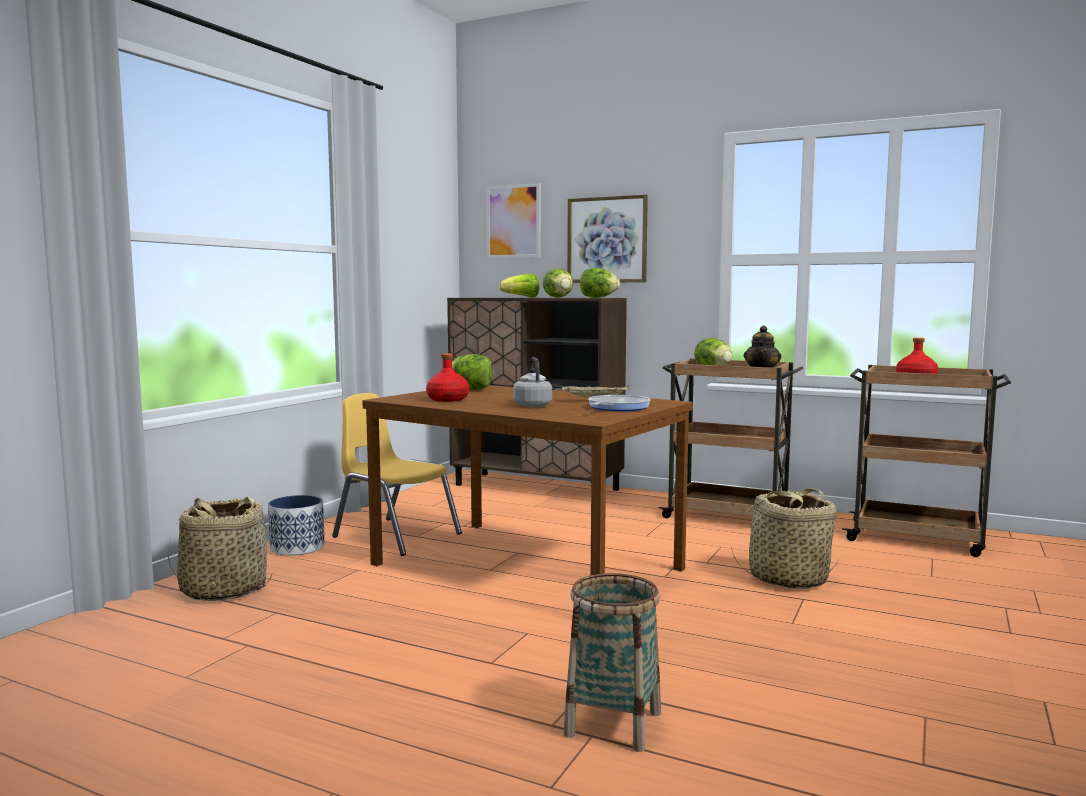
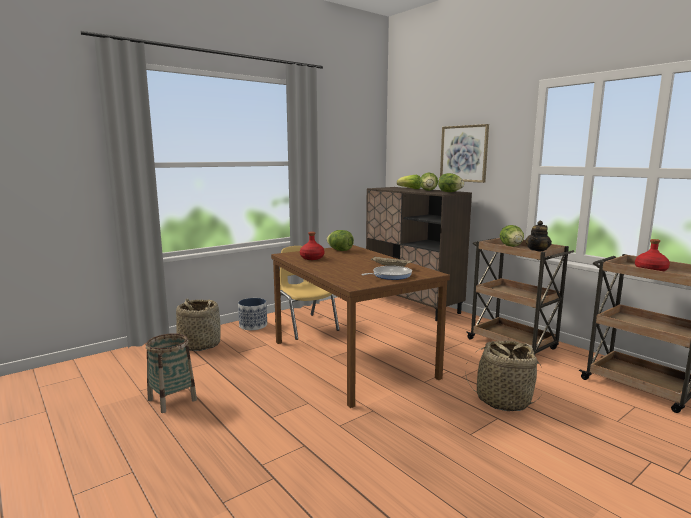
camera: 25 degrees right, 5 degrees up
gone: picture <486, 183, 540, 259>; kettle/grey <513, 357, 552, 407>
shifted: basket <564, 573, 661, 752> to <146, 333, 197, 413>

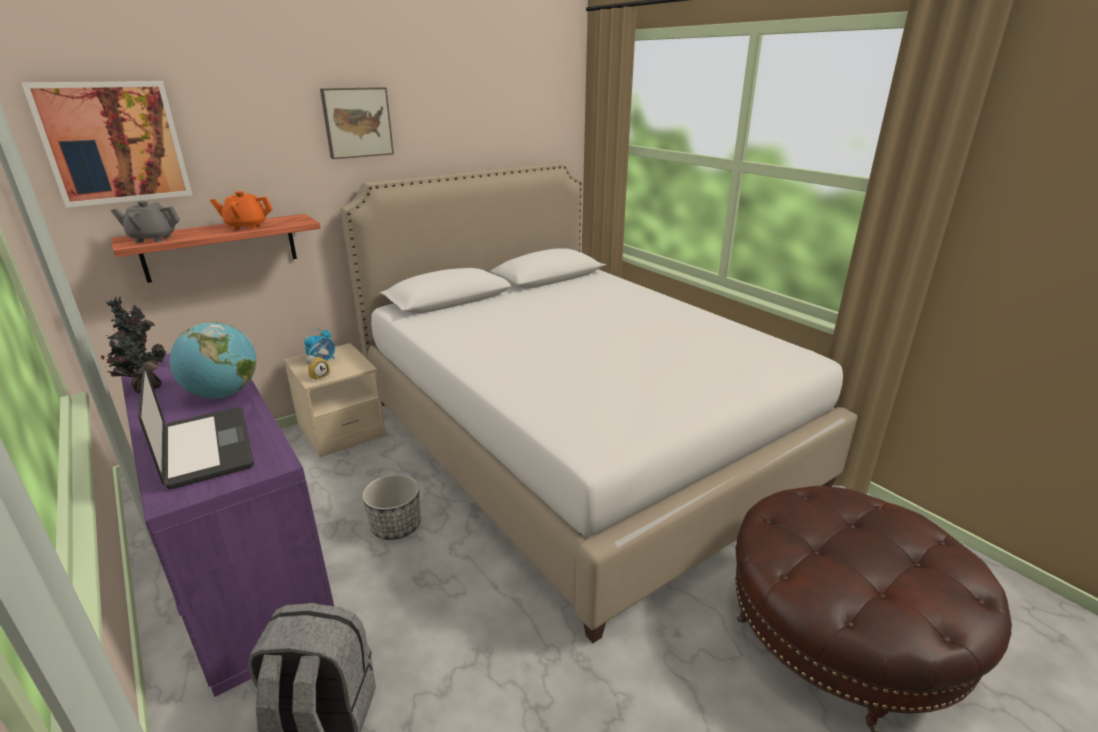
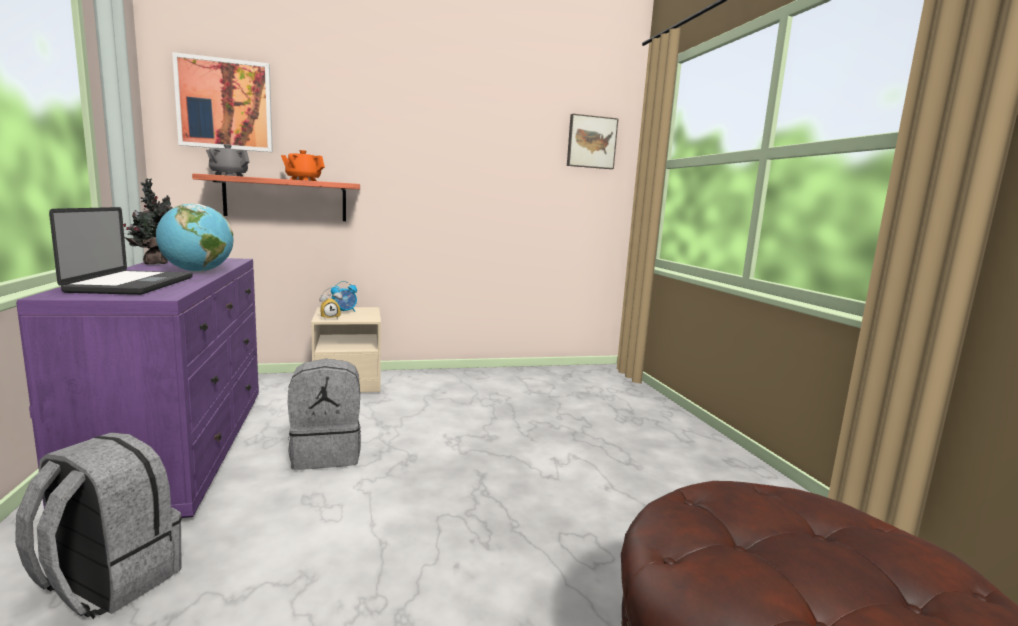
camera: 20 degrees right, 15 degrees down
gone: bed/white <340, 162, 857, 643>
shifted: picture <320, 87, 394, 159> to <567, 114, 618, 169>
swapped: planter <362, 474, 420, 540> to backpack/grey <288, 359, 361, 470>

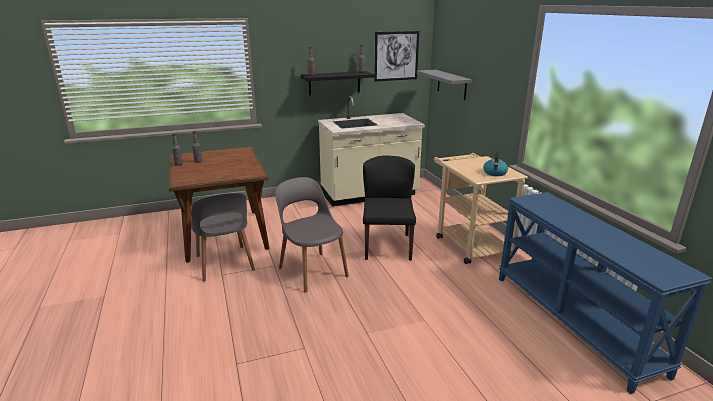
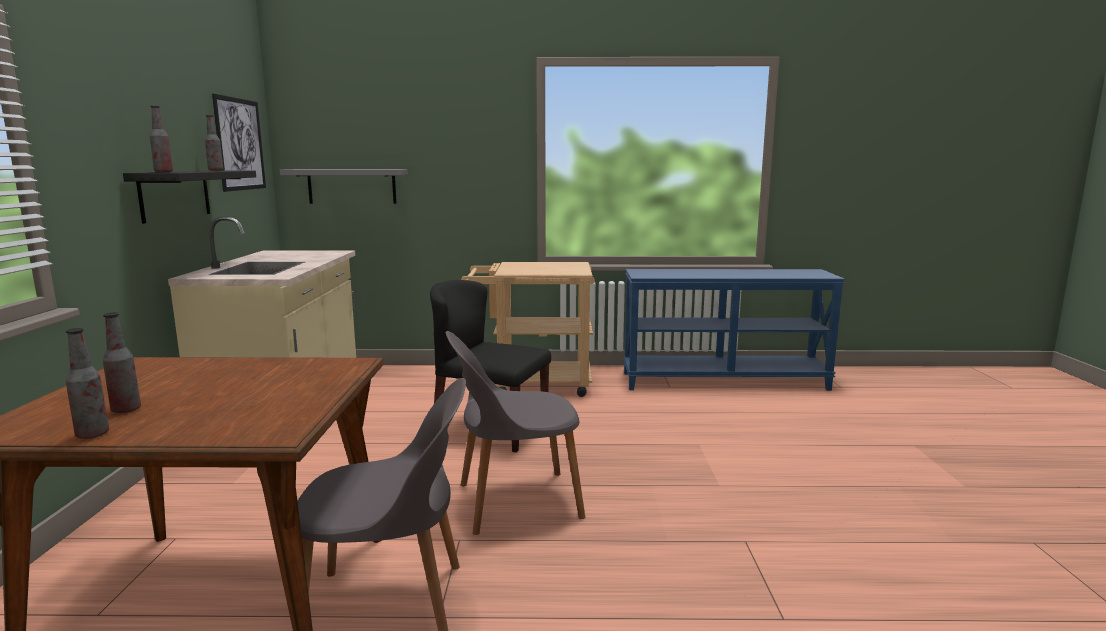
camera: 70 degrees left, 10 degrees down
gone: kettle <483, 151, 508, 176>

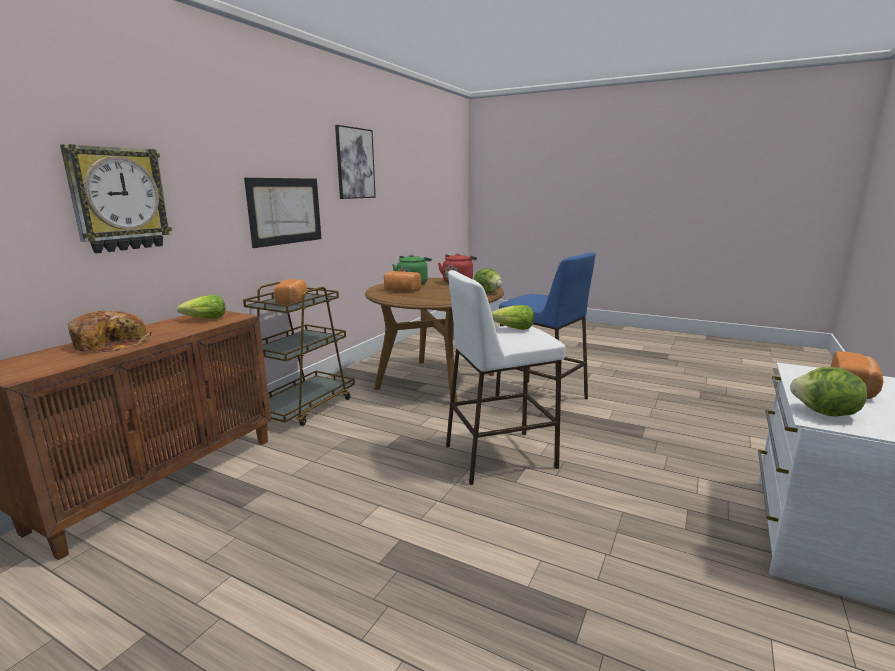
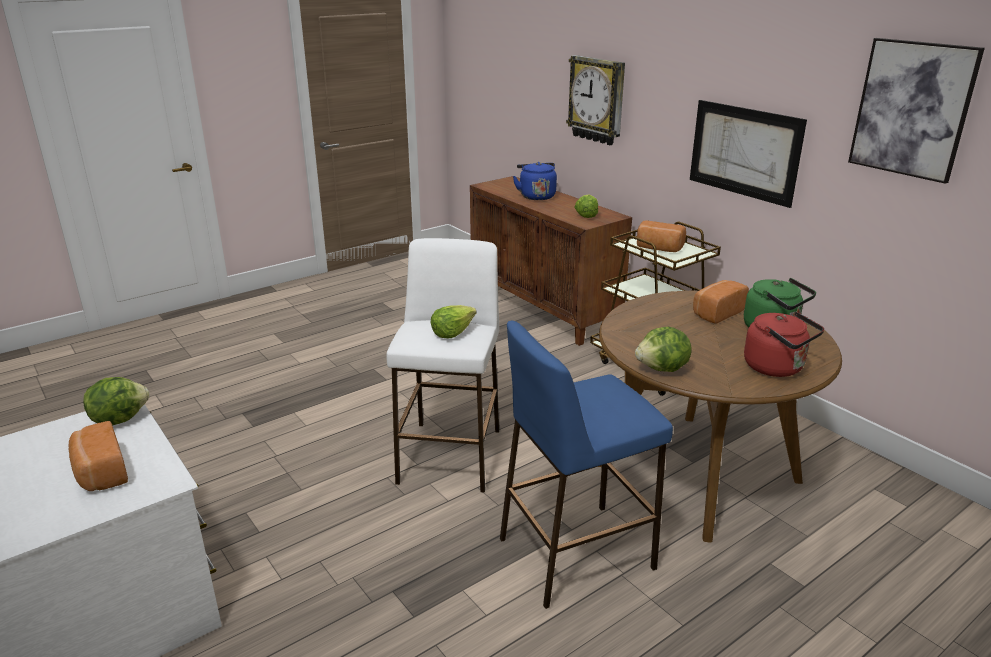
camera: 115 degrees right, 10 degrees up
swapped: bread <68, 310, 152, 352> to kettle/blue <513, 162, 557, 200>

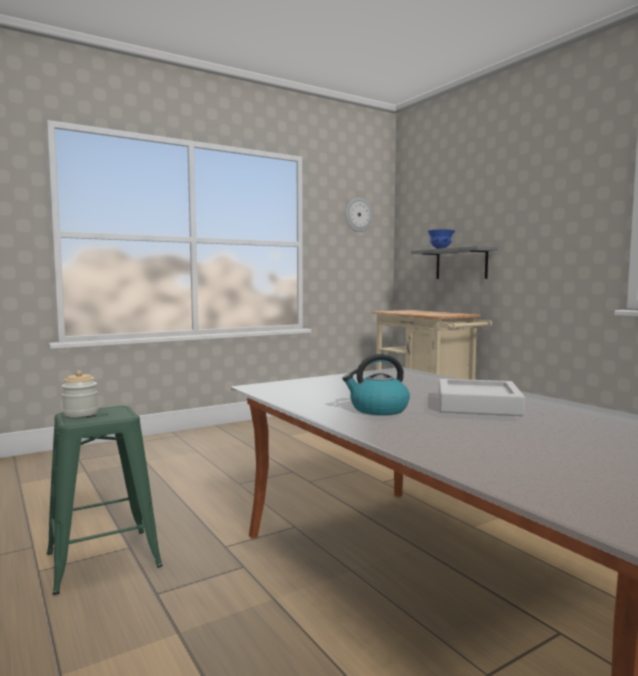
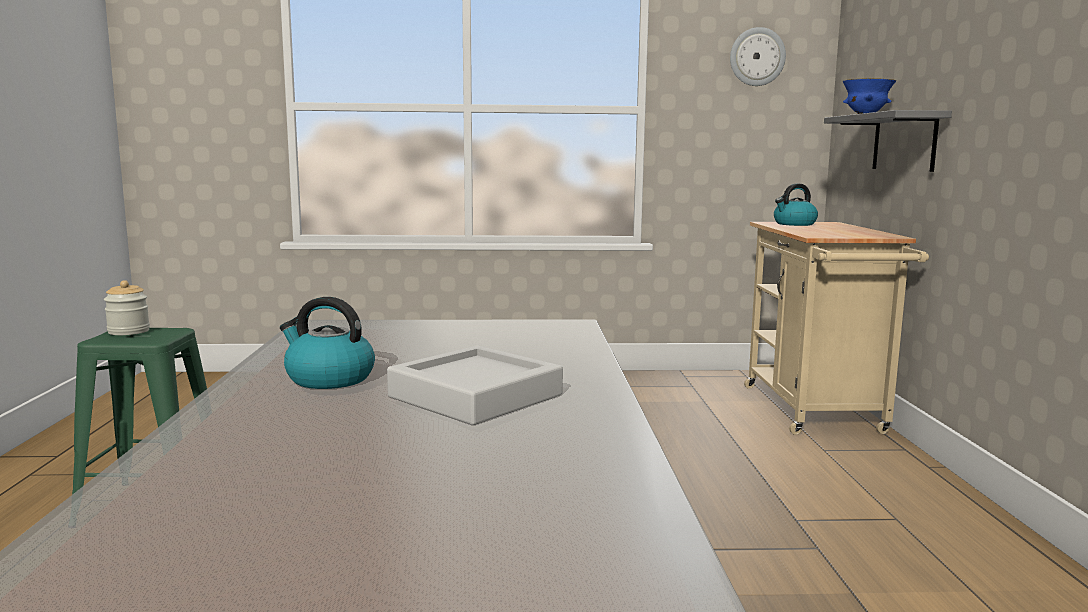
camera: 30 degrees right, 5 degrees up
new: kettle <774, 183, 818, 226>

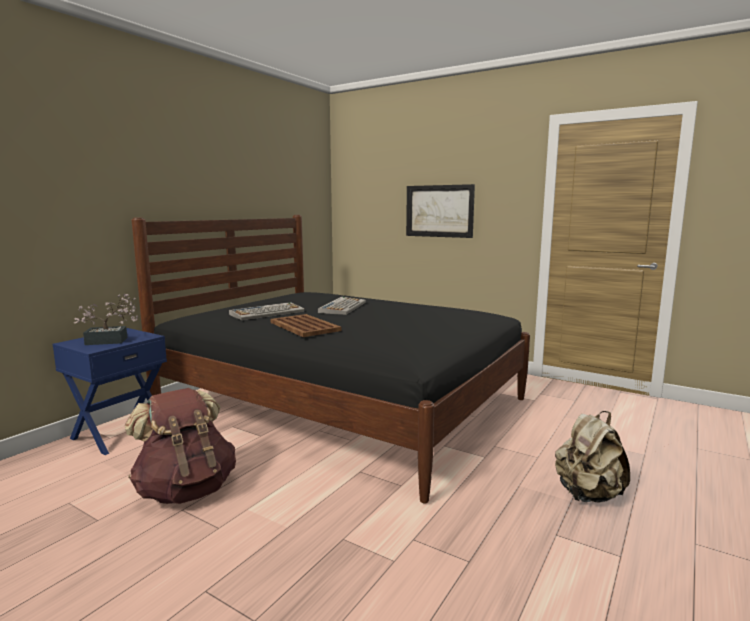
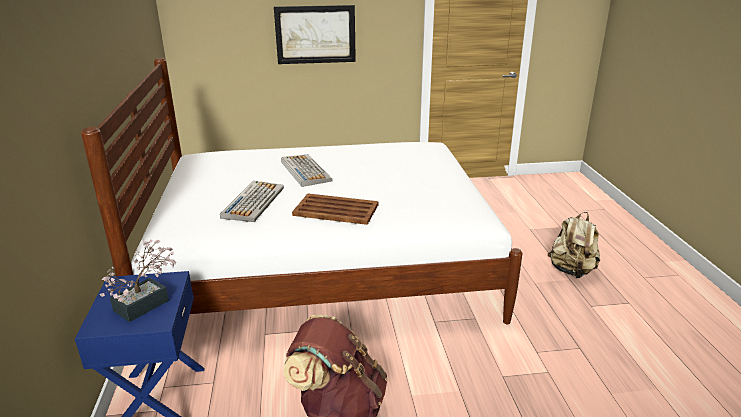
camera: 40 degrees left, 15 degrees up
repainted: bed/black <131, 215, 530, 504> to bed/white <81, 58, 523, 324>

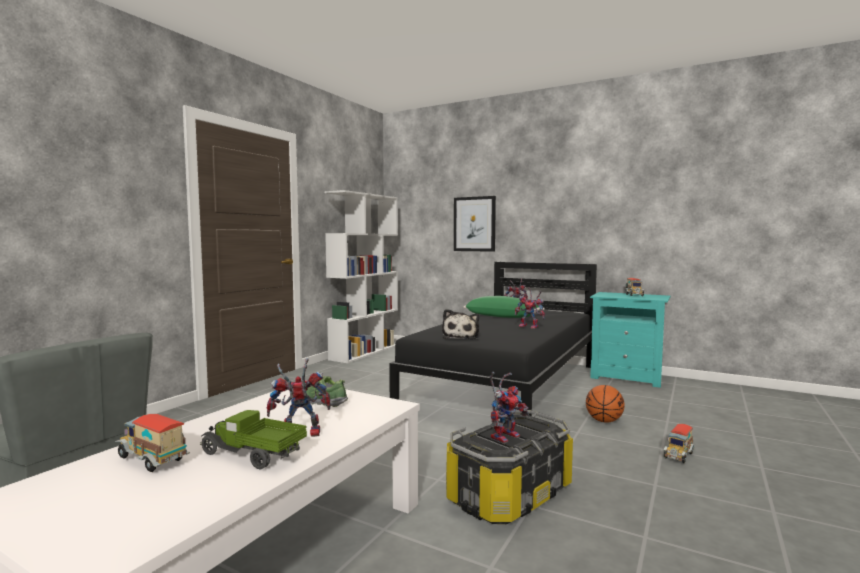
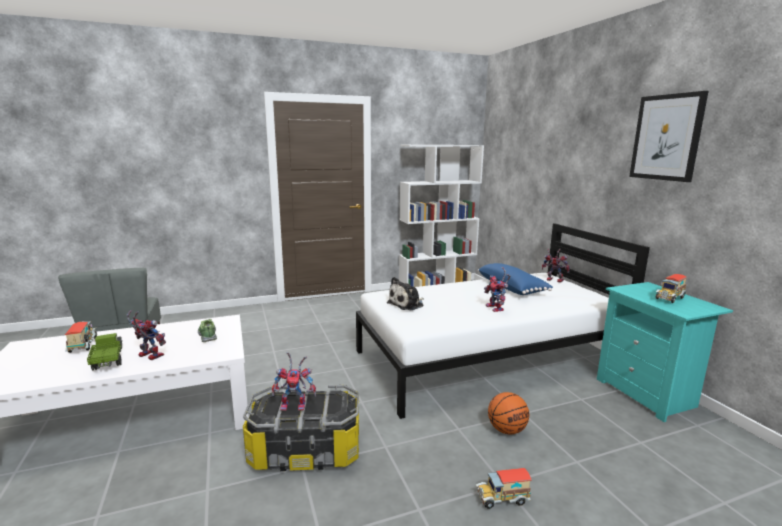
camera: 40 degrees right, 10 degrees up
shifted: picture <454, 196, 496, 252> to <629, 91, 709, 182>
repainted: bed/black <389, 262, 597, 416> to bed/white <356, 223, 650, 419>; pillow/green <464, 296, 545, 318> to pillow/blue <478, 263, 553, 295>

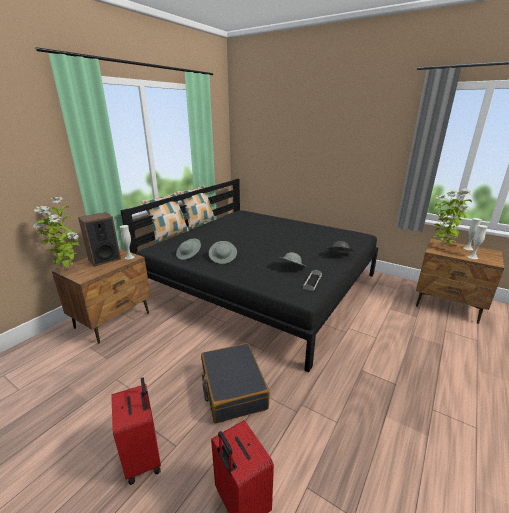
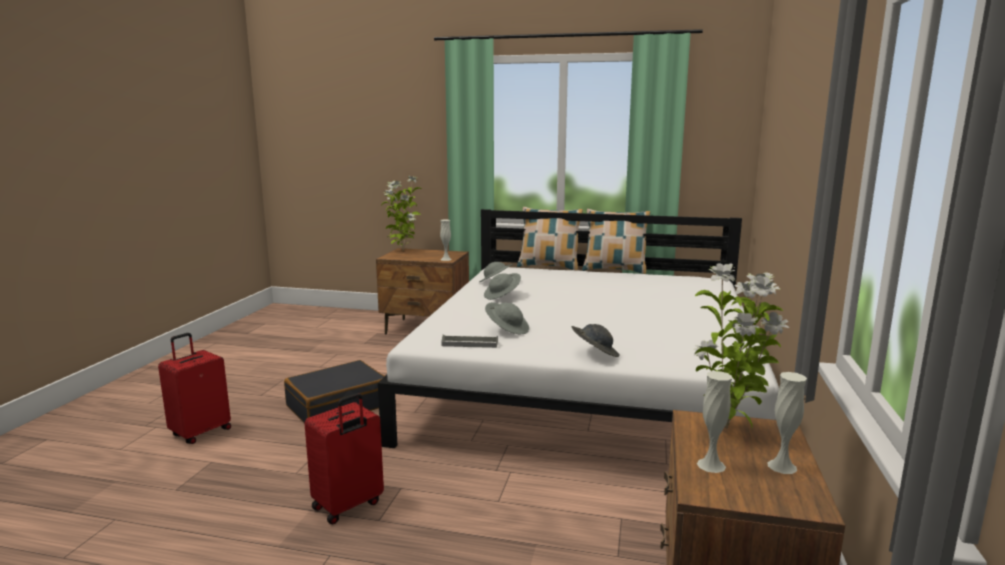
camera: 70 degrees right, 10 degrees down
gone: speaker <78, 212, 121, 266>
shifted: suitcase/red <111, 377, 161, 485> to <304, 393, 384, 524>
repainted: bed/black <120, 179, 378, 372> to bed/white <378, 209, 779, 448>

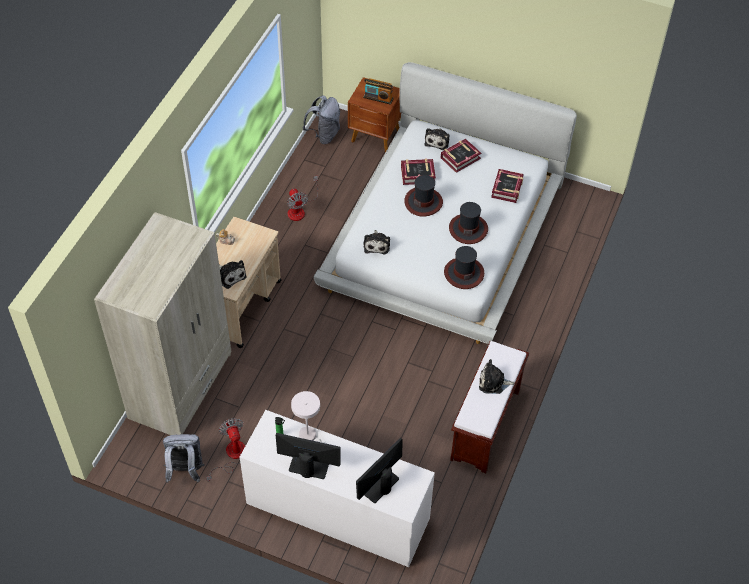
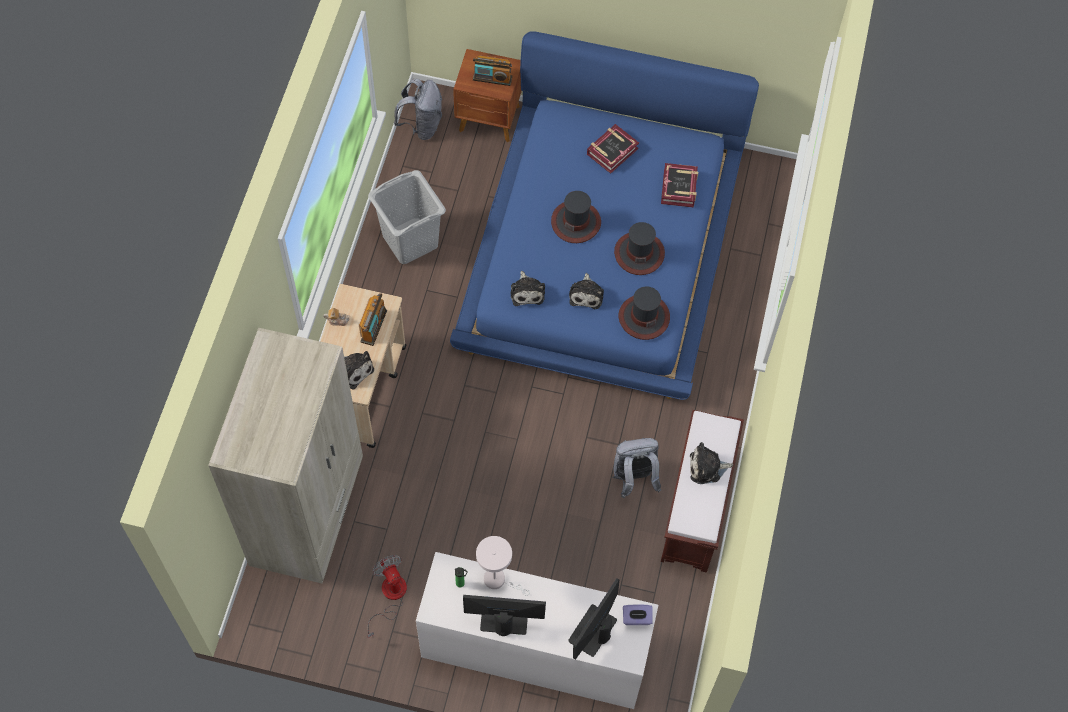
camera: 10 degrees left, 10 degrees up
gone: book <401, 159, 436, 185>
new: radio <359, 293, 387, 346>; tissue box/purple <623, 604, 653, 625>
shifted: backpack/grey <163, 434, 205, 483> to <613, 438, 661, 498>; plush toy <424, 128, 449, 150> to <569, 273, 604, 309>
swapped: fan <287, 175, 318, 221> to laundry basket/grey <368, 170, 446, 264>
repainted: bed/white <314, 62, 577, 344> to bed/blue <450, 31, 759, 400>

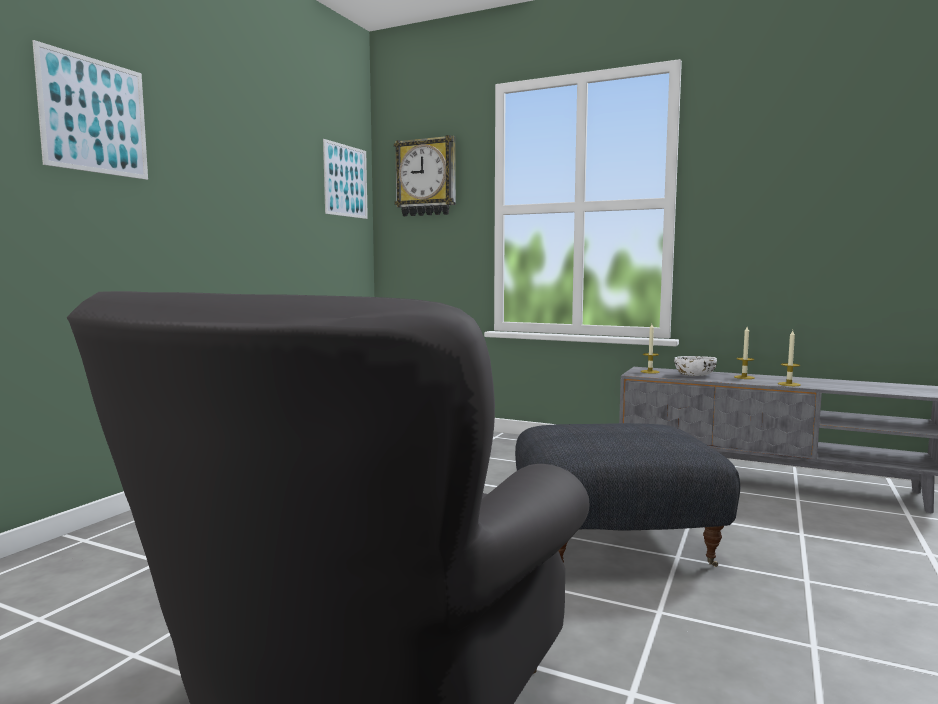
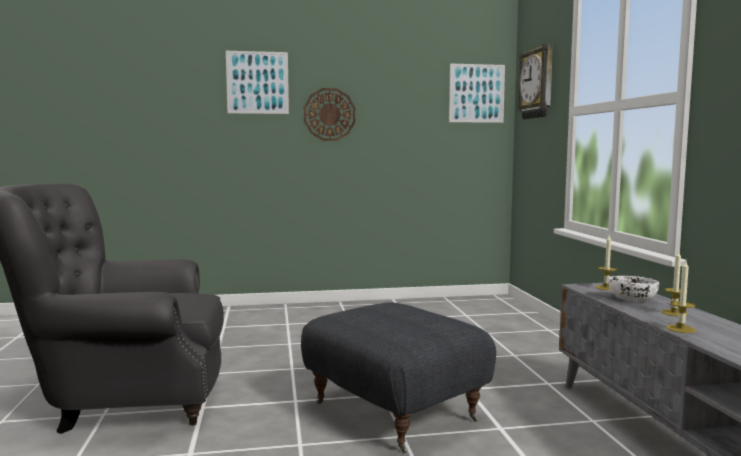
camera: 55 degrees right, 0 degrees up
new: wall clock <304, 88, 356, 141>

